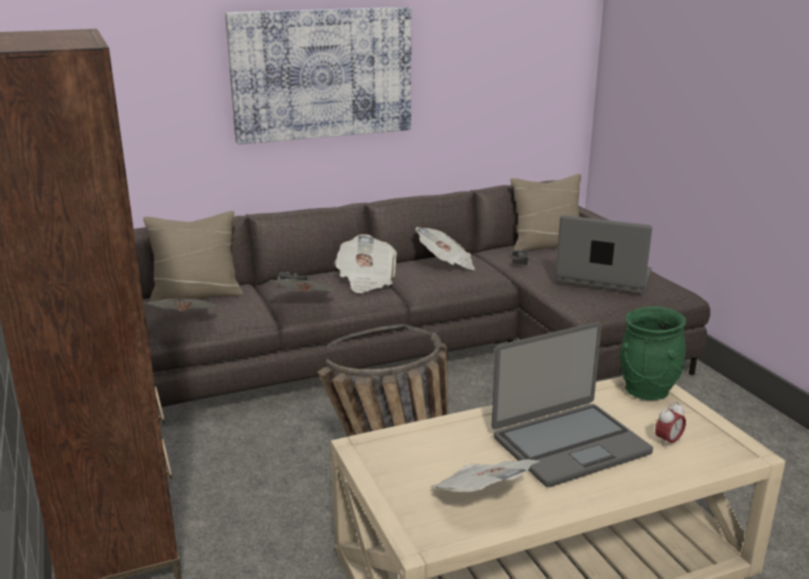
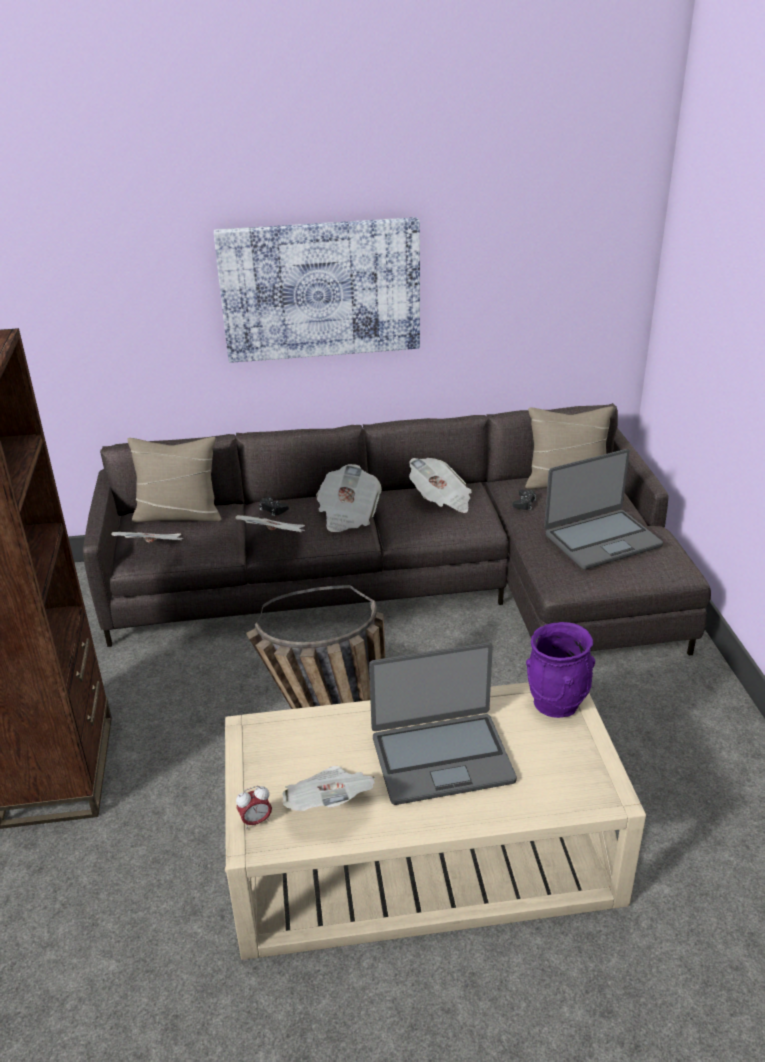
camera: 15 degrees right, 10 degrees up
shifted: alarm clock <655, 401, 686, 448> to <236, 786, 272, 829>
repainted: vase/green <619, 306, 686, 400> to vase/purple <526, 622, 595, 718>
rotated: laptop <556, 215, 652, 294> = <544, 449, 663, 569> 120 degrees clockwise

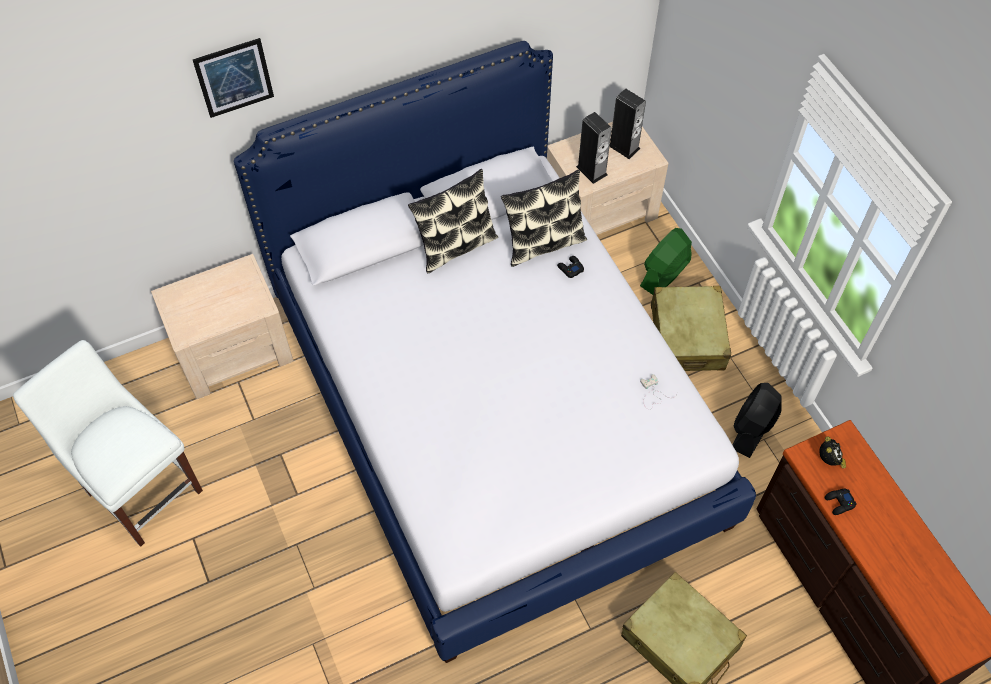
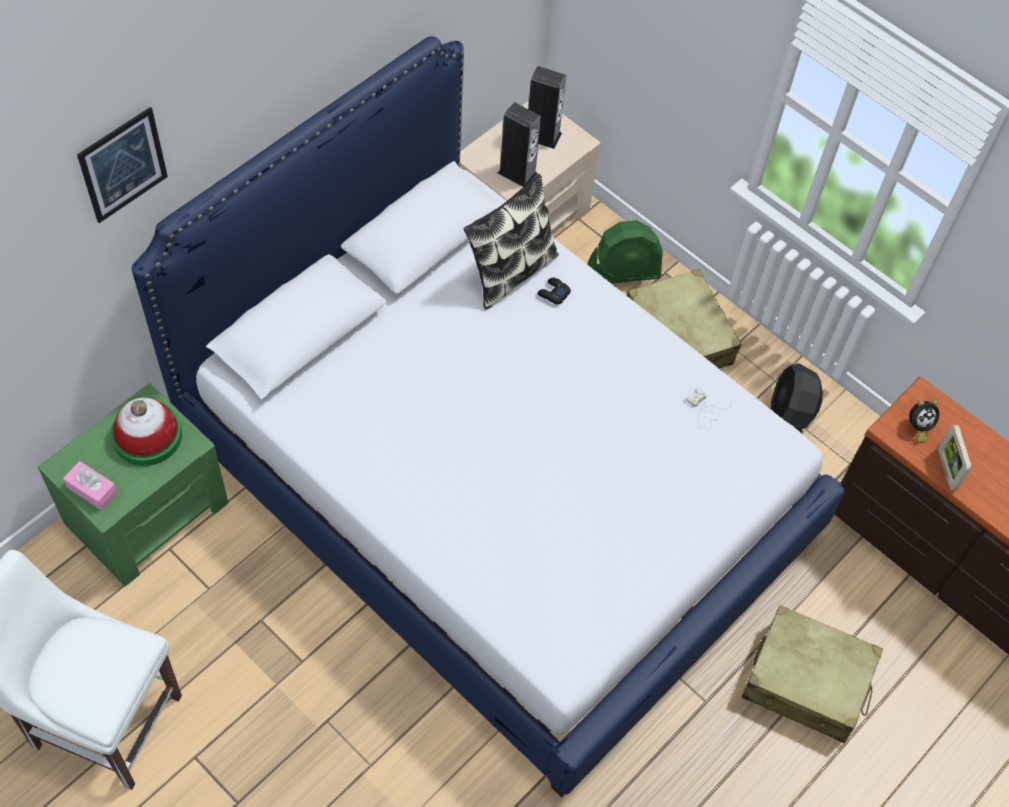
camera: 25 degrees left, 0 degrees up
gone: pillow <408, 169, 498, 274>
new: tissue box/pink <63, 461, 118, 511>; hat <111, 397, 182, 466>
swapped: game controller/black <825, 489, 856, 515> to picture frame <938, 425, 972, 491>
repainted: nightstand/beige <151, 254, 293, 399> to nightstand/green <38, 383, 228, 586>
rotated: fan/green <640, 228, 692, 295> = <587, 220, 663, 283> 120 degrees counterclockwise; alarm clock <819, 436, 846, 468> = <909, 400, 939, 442> 90 degrees clockwise

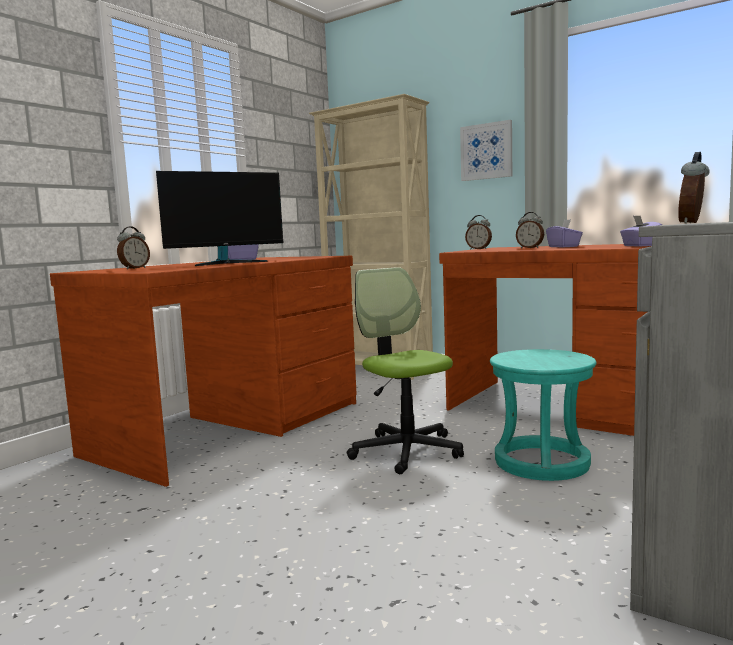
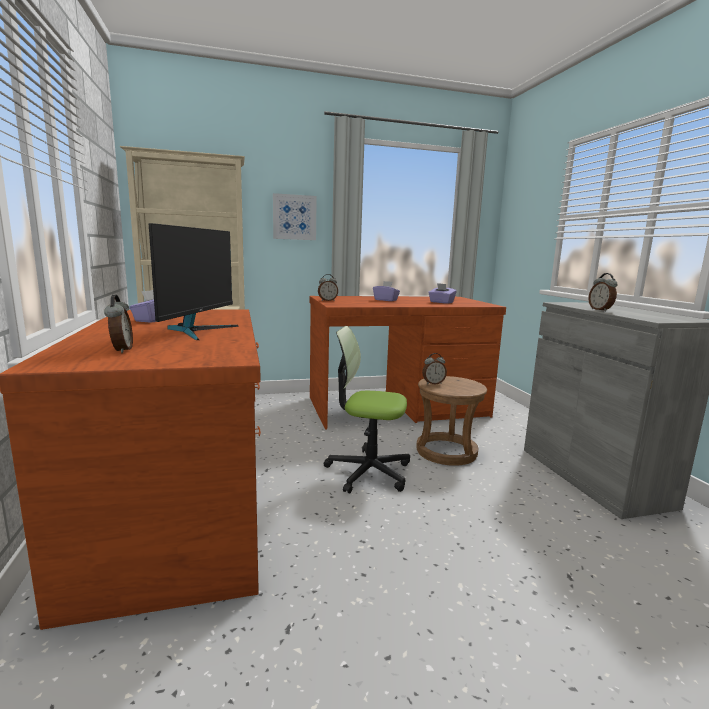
camera: 50 degrees left, 5 degrees up
shifted: alarm clock <516, 212, 544, 249> to <422, 353, 447, 385>
repainted: stool/turquoise <490, 349, 596, 481> to stool/brown <416, 376, 487, 466>

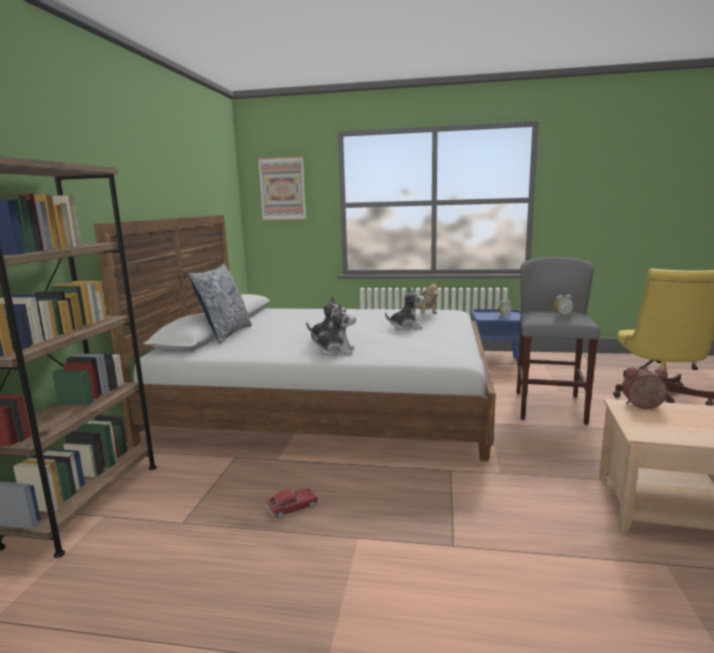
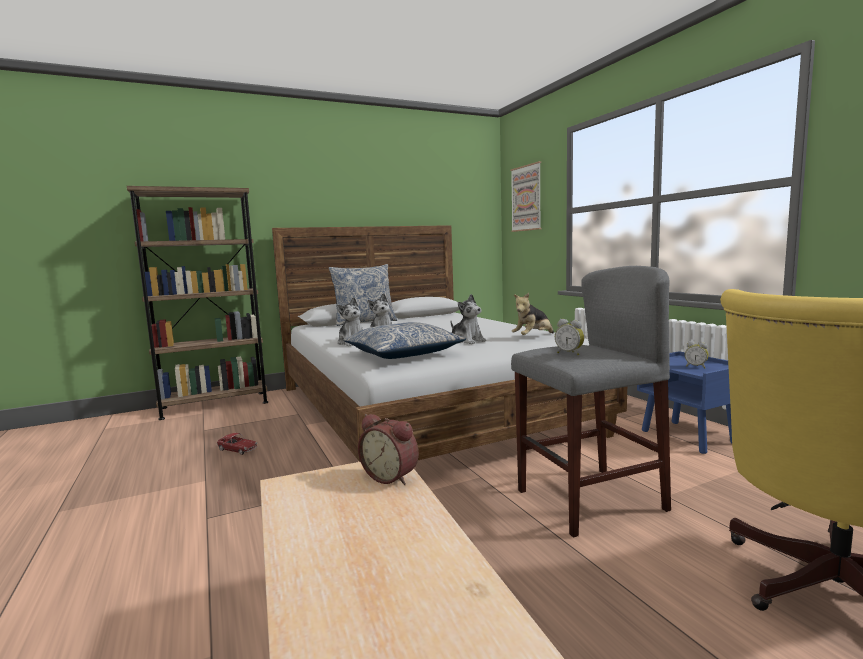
camera: 55 degrees right, 5 degrees down
new: pillow <343, 322, 466, 359>
rotated: alarm clock <622, 367, 668, 409> = <358, 414, 419, 485> 150 degrees clockwise

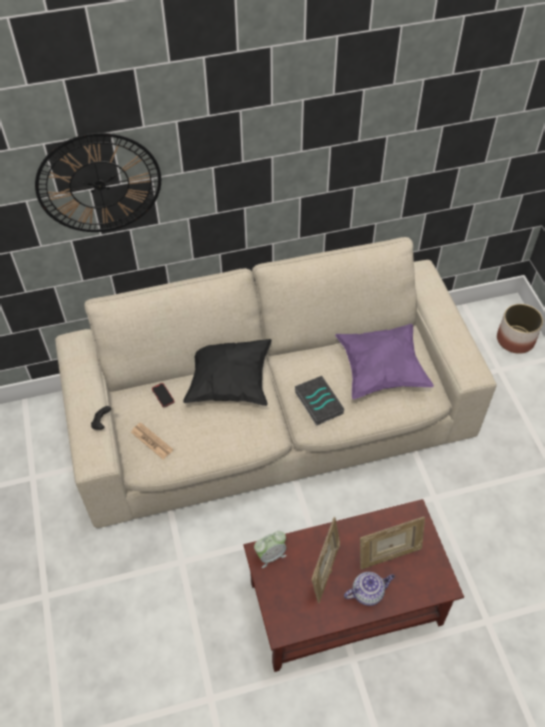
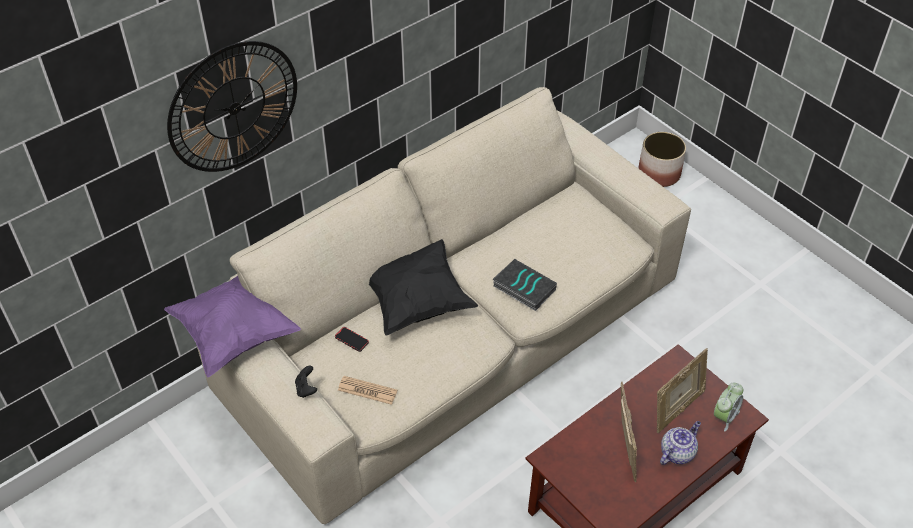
camera: 25 degrees left, 5 degrees down
shifted: alarm clock <254, 531, 287, 568> to <714, 383, 743, 432>; pillow/purple <335, 324, 434, 400> to <164, 276, 301, 377>

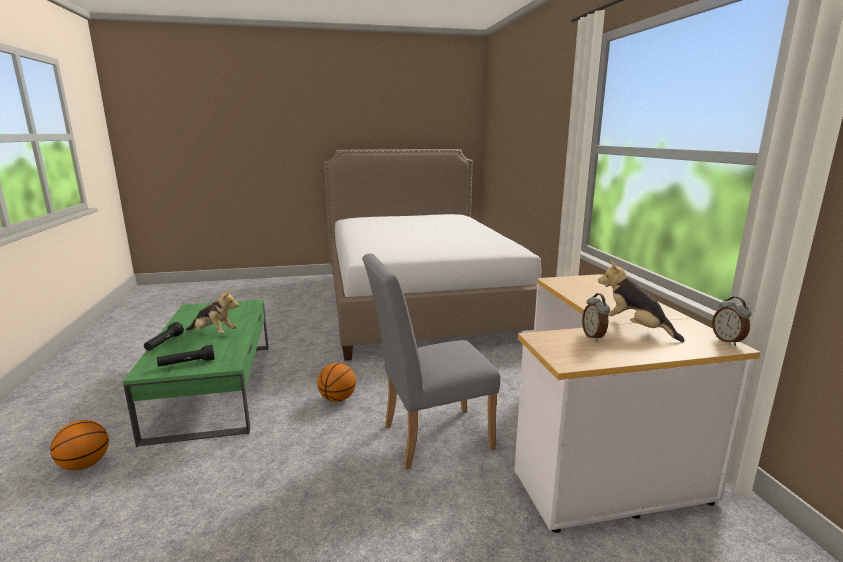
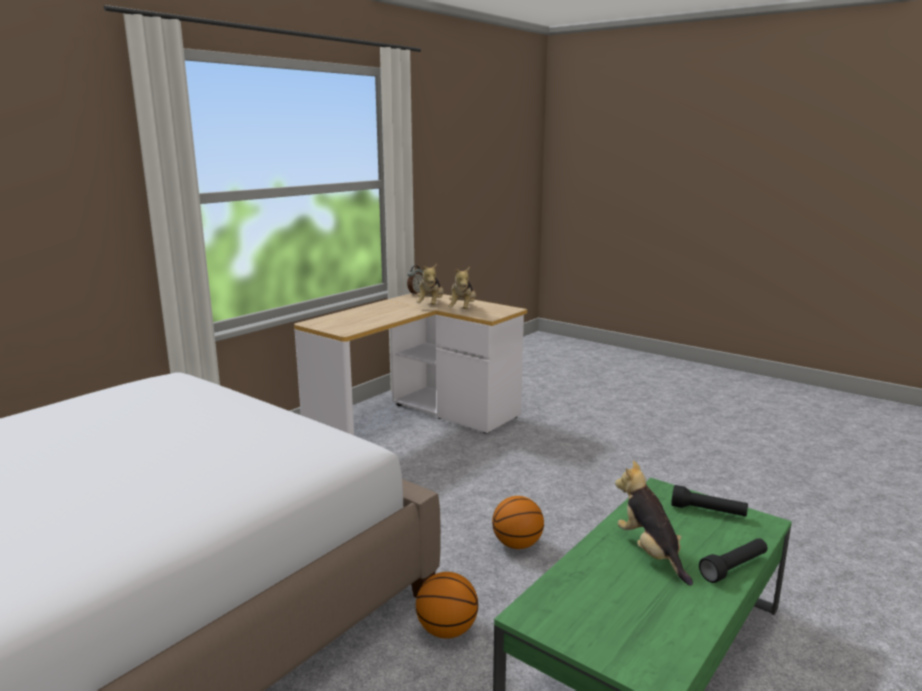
camera: 130 degrees left, 0 degrees up
gone: chair/grey <362, 254, 500, 469>
shifted: basketball <50, 420, 109, 470> to <416, 572, 478, 639>
swapped: alarm clock <582, 293, 610, 341> to plush toy <448, 267, 476, 309>

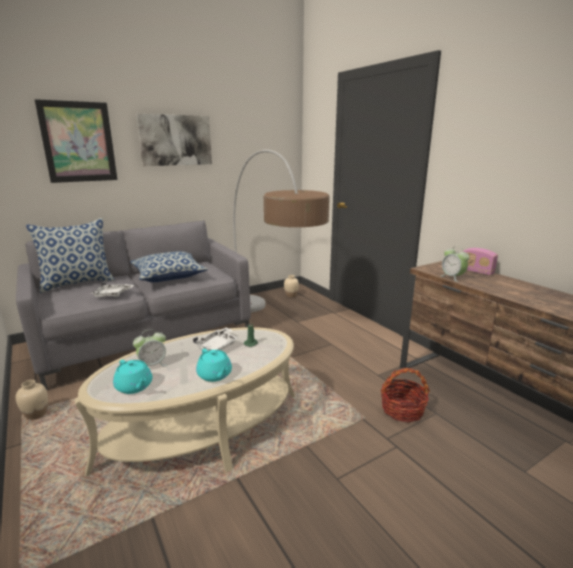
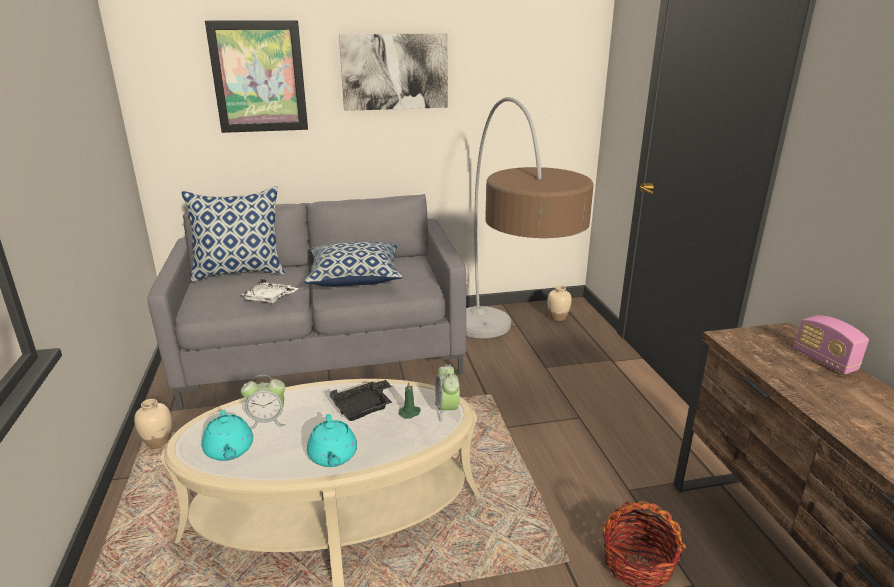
camera: 20 degrees right, 5 degrees up
shifted: alarm clock <440, 246, 470, 282> to <435, 364, 460, 422>
repainted: tray/white <193, 327, 239, 351> to tray/black <330, 380, 392, 421>

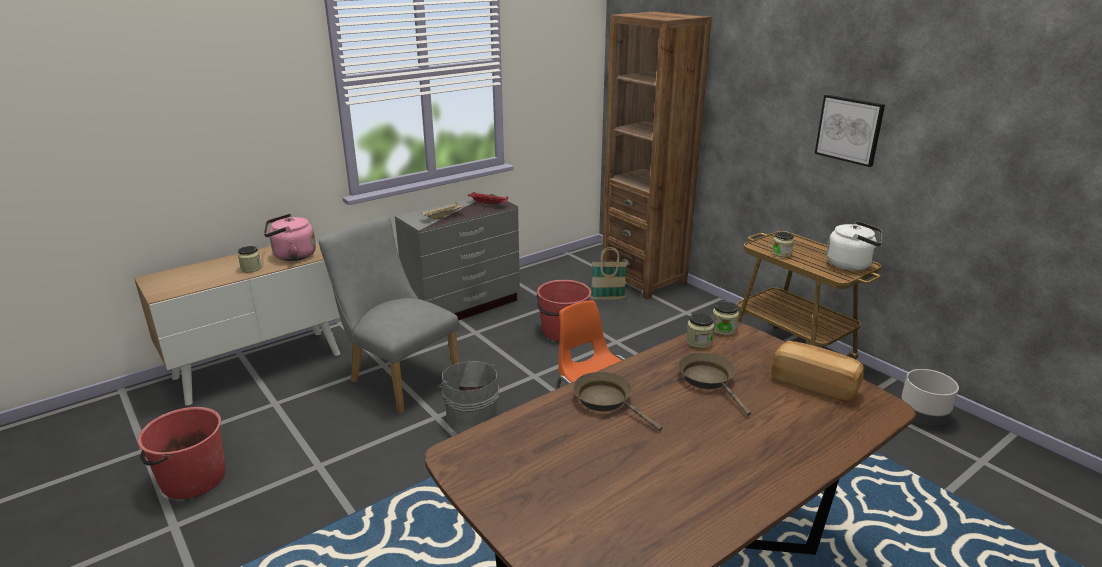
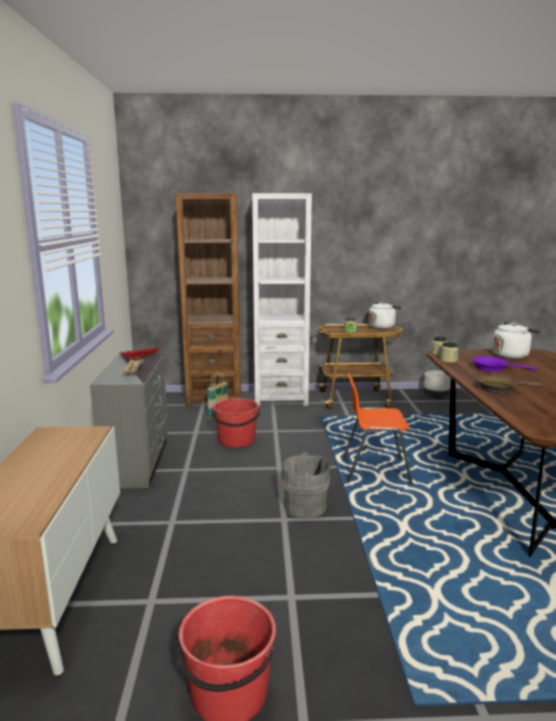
camera: 55 degrees left, 10 degrees down
gone: jar <238, 246, 262, 272>; kettle/pink <264, 214, 316, 261>; chair/grey <319, 217, 459, 414>; picture <815, 95, 885, 167>
new: bookcase/white <252, 193, 312, 407>
swapped: bread <772, 341, 864, 403> to kettle/white <493, 322, 540, 359>
repainted: frying pan/brown <678, 353, 751, 416> to frying pan/purple <472, 357, 537, 372>

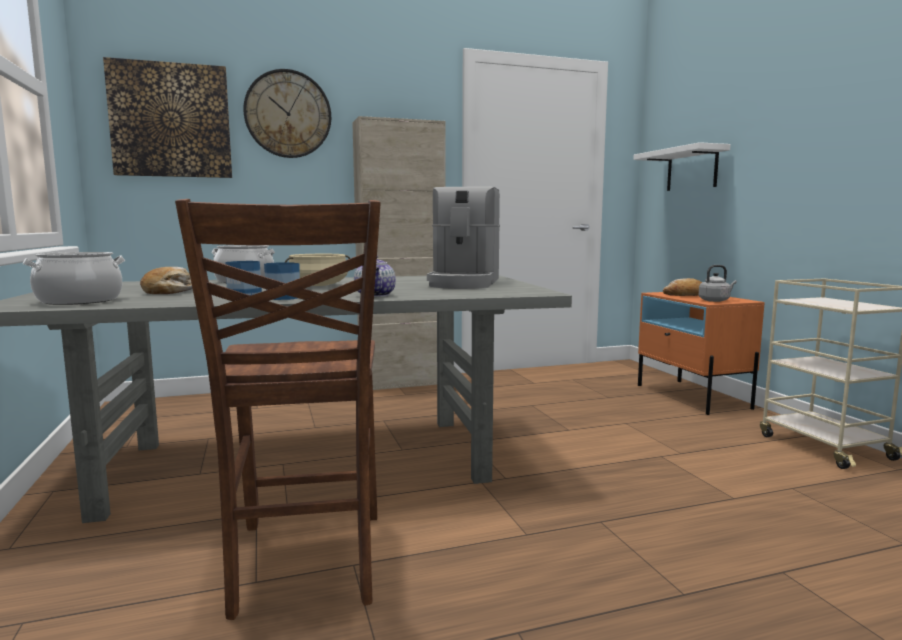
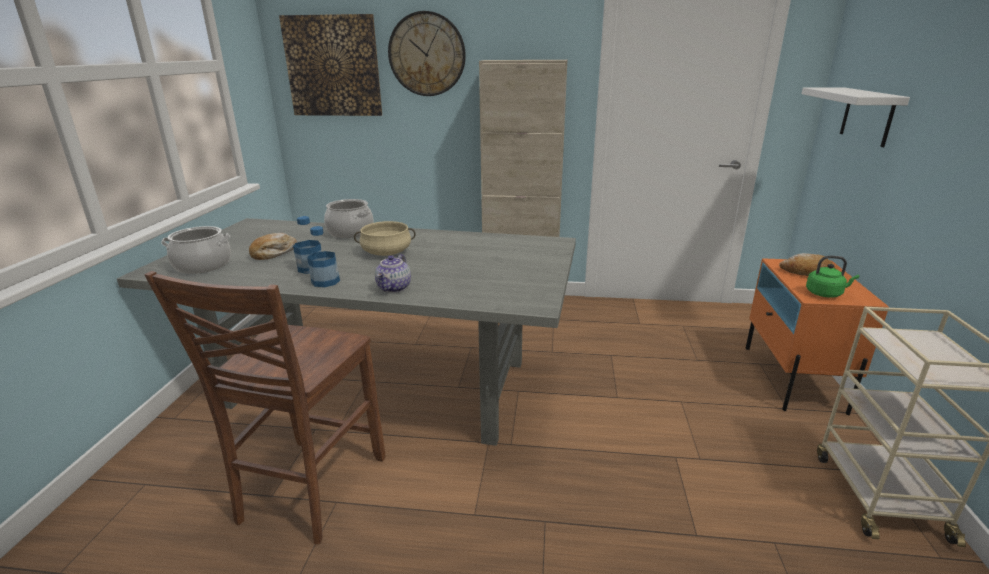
camera: 25 degrees right, 15 degrees up
gone: coffee machine <427, 186, 500, 289>
repainted: kettle/grey <699, 265, 737, 302> to kettle/green <806, 256, 859, 298>

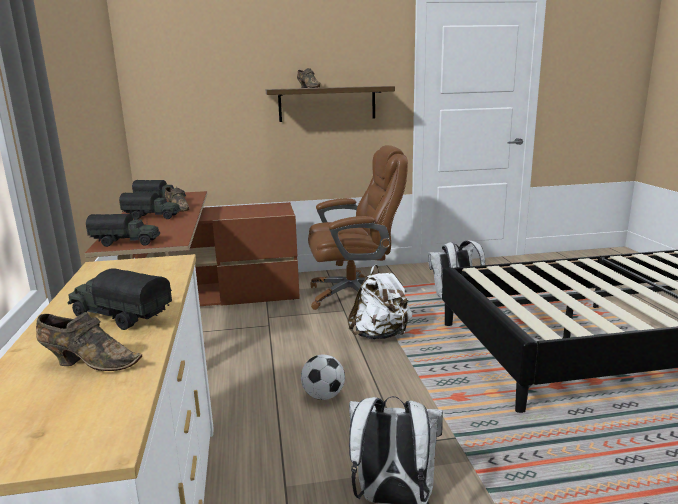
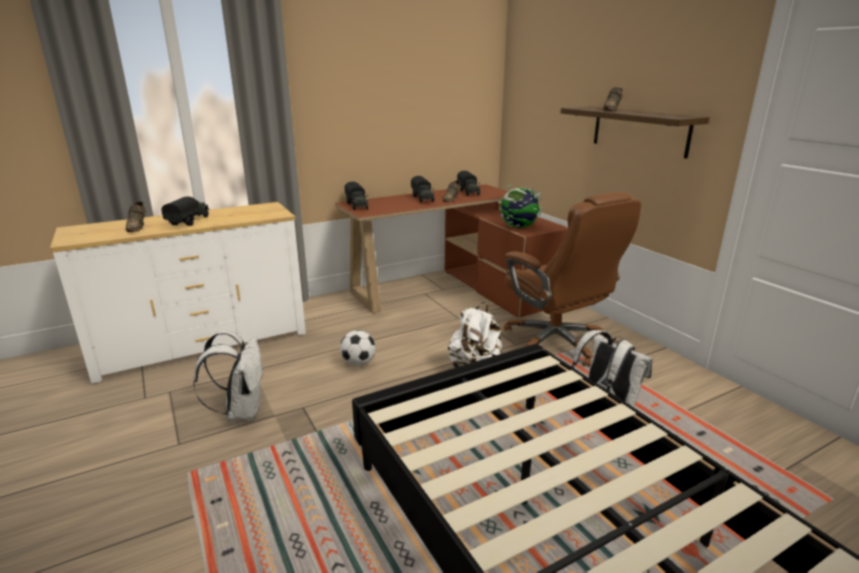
camera: 70 degrees right, 5 degrees up
new: globe <500, 184, 542, 228>

